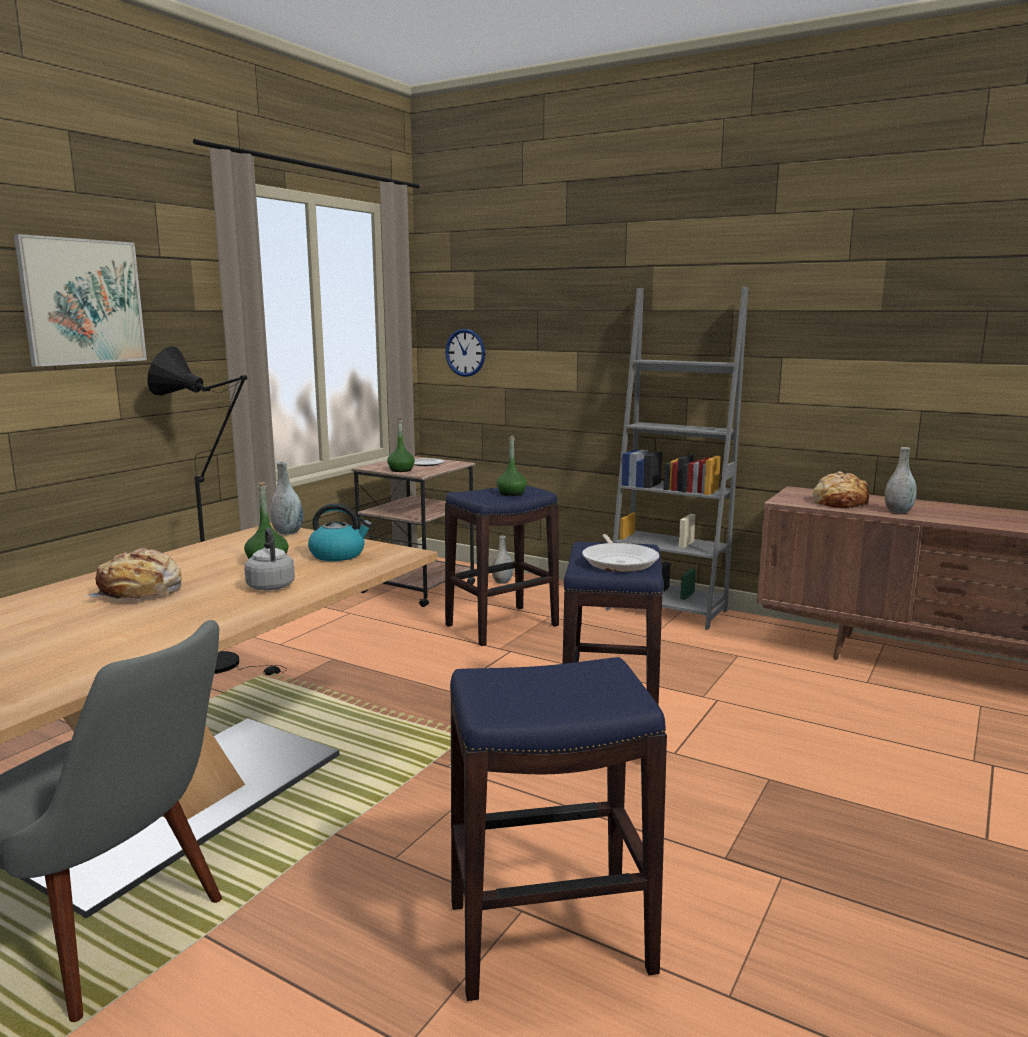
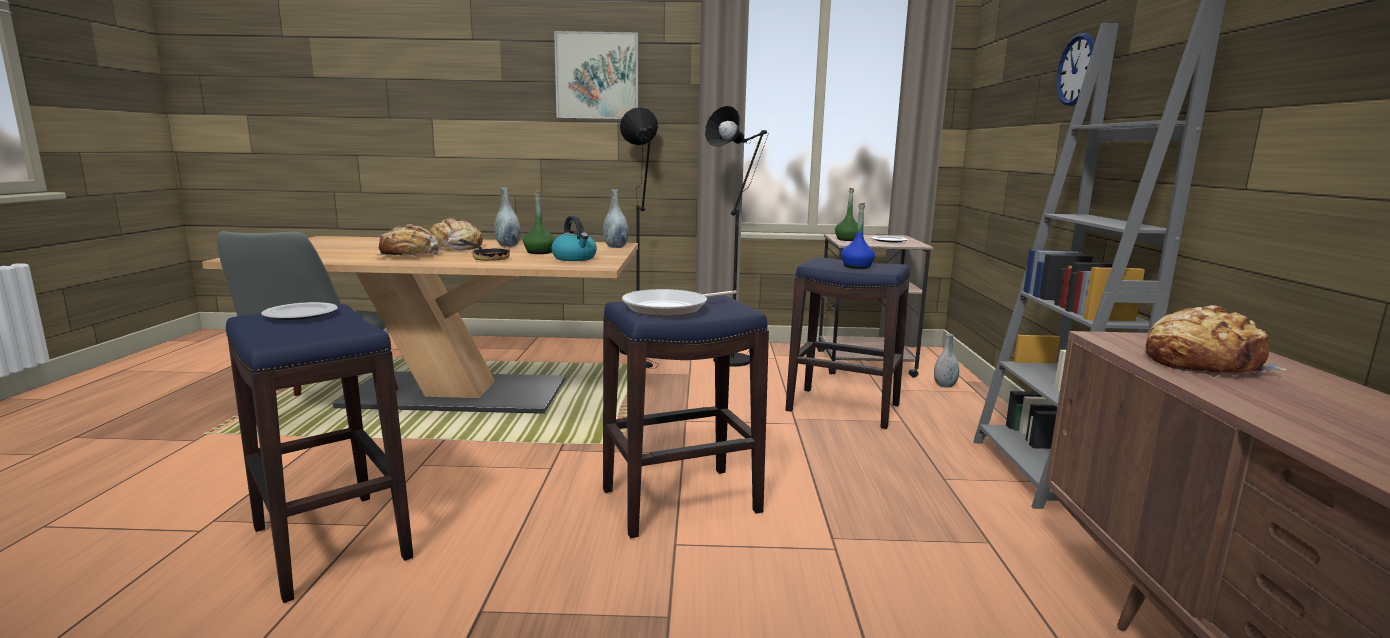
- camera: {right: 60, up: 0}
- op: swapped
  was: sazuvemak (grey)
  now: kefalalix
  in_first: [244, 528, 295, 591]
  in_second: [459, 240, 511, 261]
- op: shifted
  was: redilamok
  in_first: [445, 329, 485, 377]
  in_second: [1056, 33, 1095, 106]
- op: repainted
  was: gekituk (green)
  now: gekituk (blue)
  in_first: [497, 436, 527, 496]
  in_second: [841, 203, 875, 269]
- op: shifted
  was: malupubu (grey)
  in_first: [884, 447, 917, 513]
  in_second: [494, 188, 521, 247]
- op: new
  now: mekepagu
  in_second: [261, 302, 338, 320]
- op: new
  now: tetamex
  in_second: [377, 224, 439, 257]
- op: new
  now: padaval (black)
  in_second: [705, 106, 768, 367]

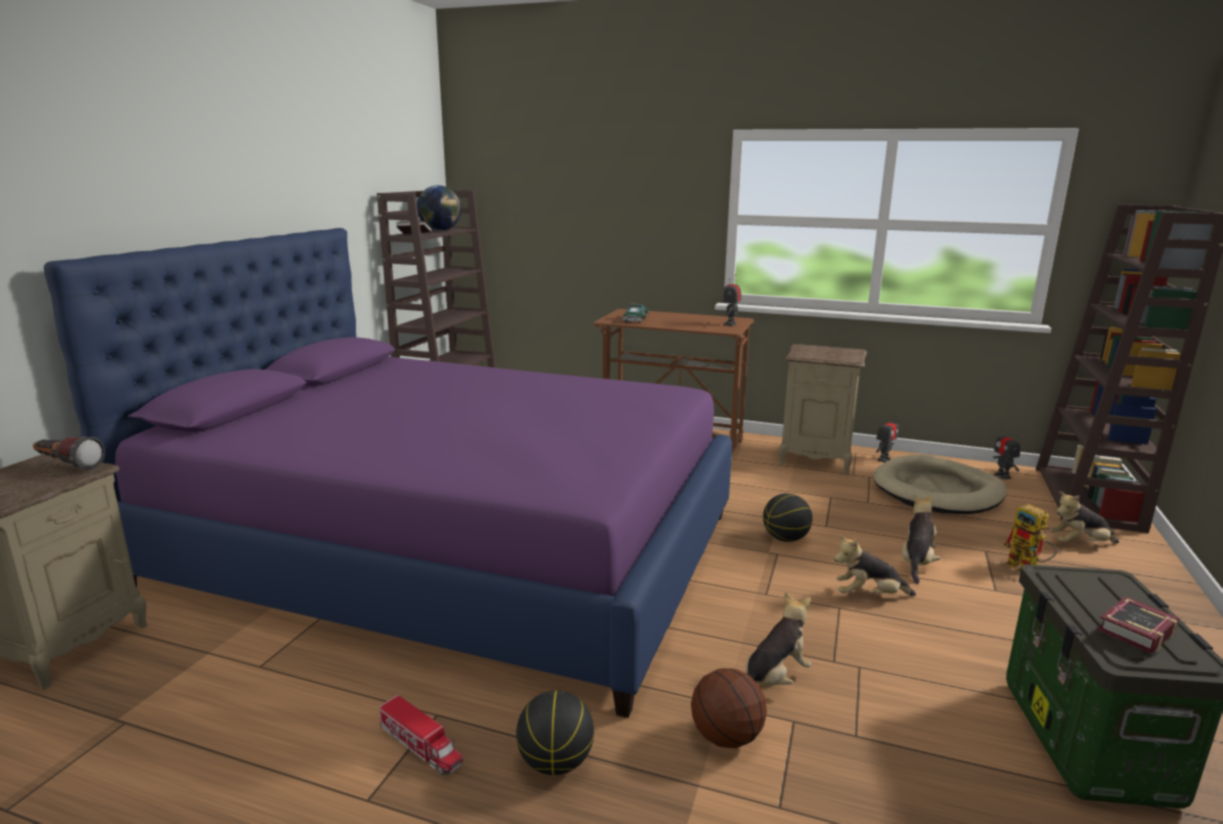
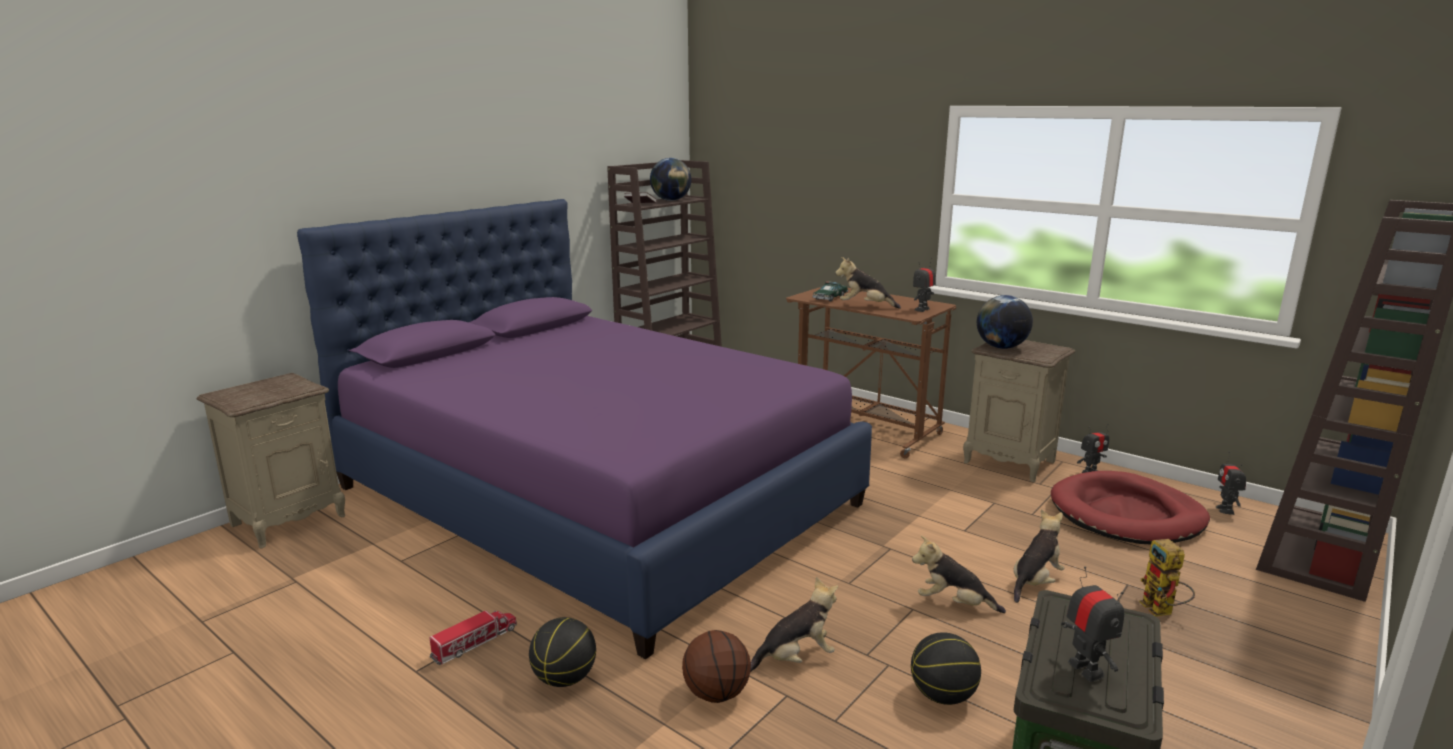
- camera: {right: 20, up: 0}
- op: gone
  was: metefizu
  in_first: [33, 437, 105, 470]
- op: rotated
  was: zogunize
  in_first: [379, 695, 463, 775]
  in_second: [429, 610, 517, 665]
  clockwise: -105
- op: shifted
  was: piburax
  in_first: [763, 493, 813, 542]
  in_second: [911, 632, 981, 705]
- op: repainted
  was: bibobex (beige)
  now: bibobex (red)
  in_first: [873, 455, 1007, 514]
  in_second: [1051, 471, 1210, 544]
- op: shifted
  was: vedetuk
  in_first: [1049, 491, 1119, 543]
  in_second: [835, 257, 901, 309]
- op: swapped
  was: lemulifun
  now: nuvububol
  in_first: [1098, 597, 1179, 654]
  in_second: [1061, 566, 1124, 682]
- op: new
  now: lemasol
  in_second: [977, 295, 1033, 349]

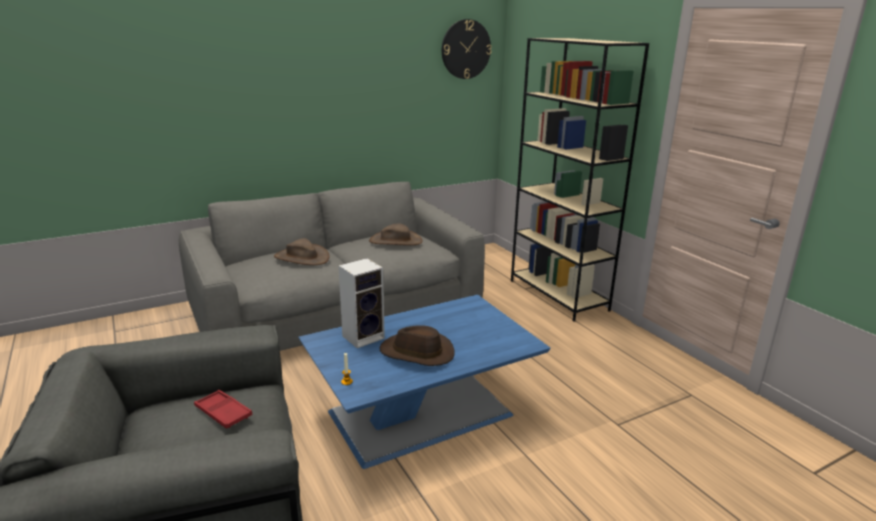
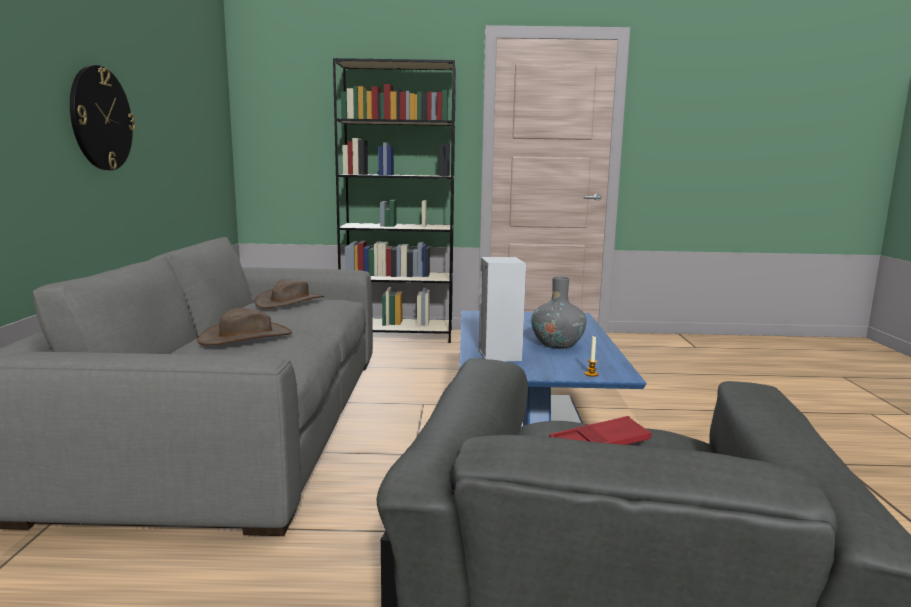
- camera: {right: -60, up: -10}
- op: swapped
  was: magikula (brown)
  now: malupubu (grey)
  in_first: [380, 325, 455, 366]
  in_second: [531, 276, 587, 349]
- op: shifted
  was: redilamok
  in_first: [442, 19, 492, 79]
  in_second: [70, 65, 135, 170]

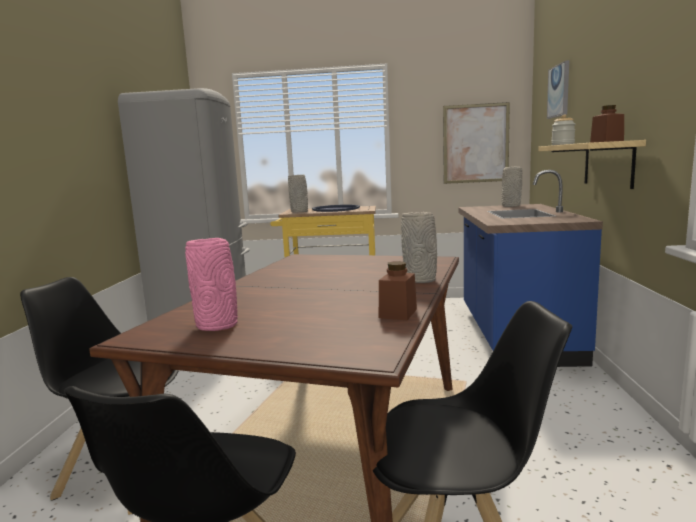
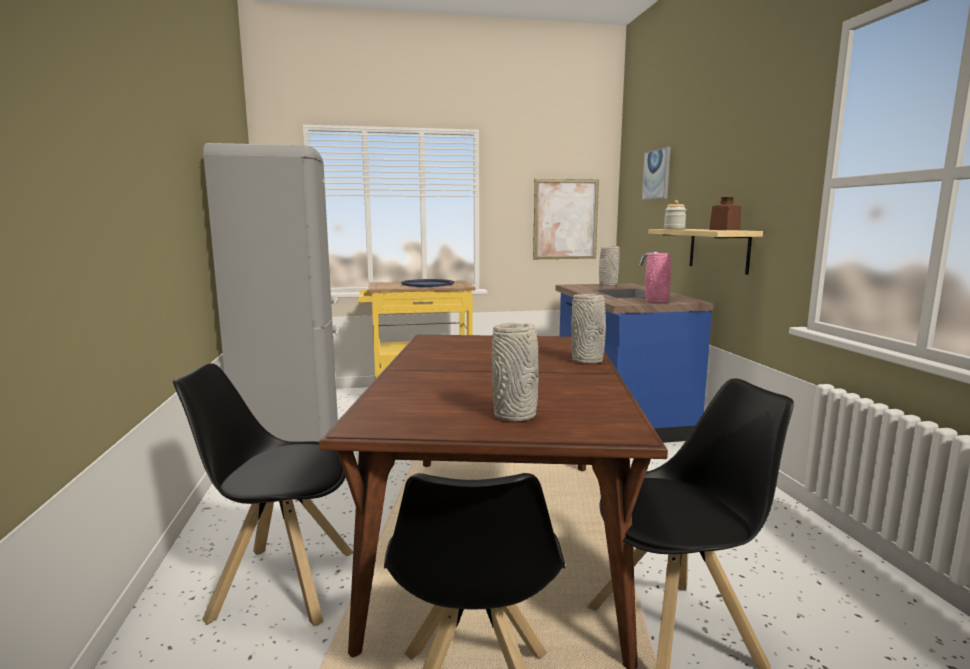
- camera: {right: -15, up: 0}
- op: shifted
  was: malupubu (pink)
  in_first: [185, 238, 238, 331]
  in_second: [645, 253, 671, 302]
- op: shifted
  was: malupubu (grey)
  in_first: [288, 175, 308, 212]
  in_second: [492, 323, 539, 421]
- op: gone
  was: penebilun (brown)
  in_first: [379, 261, 417, 320]

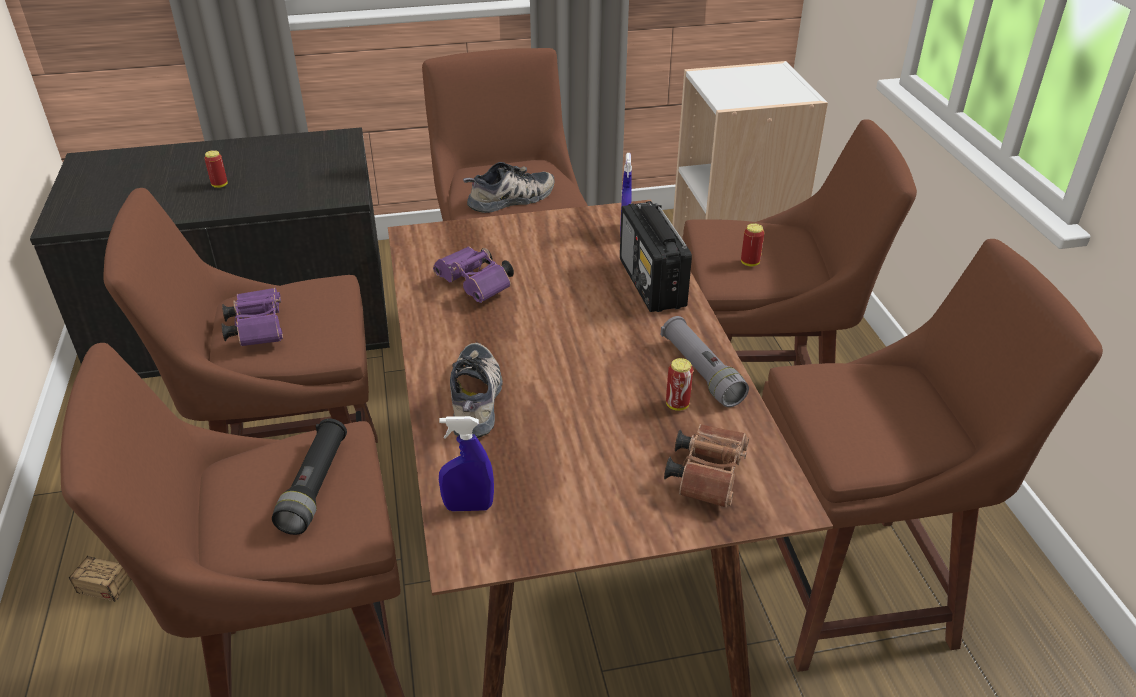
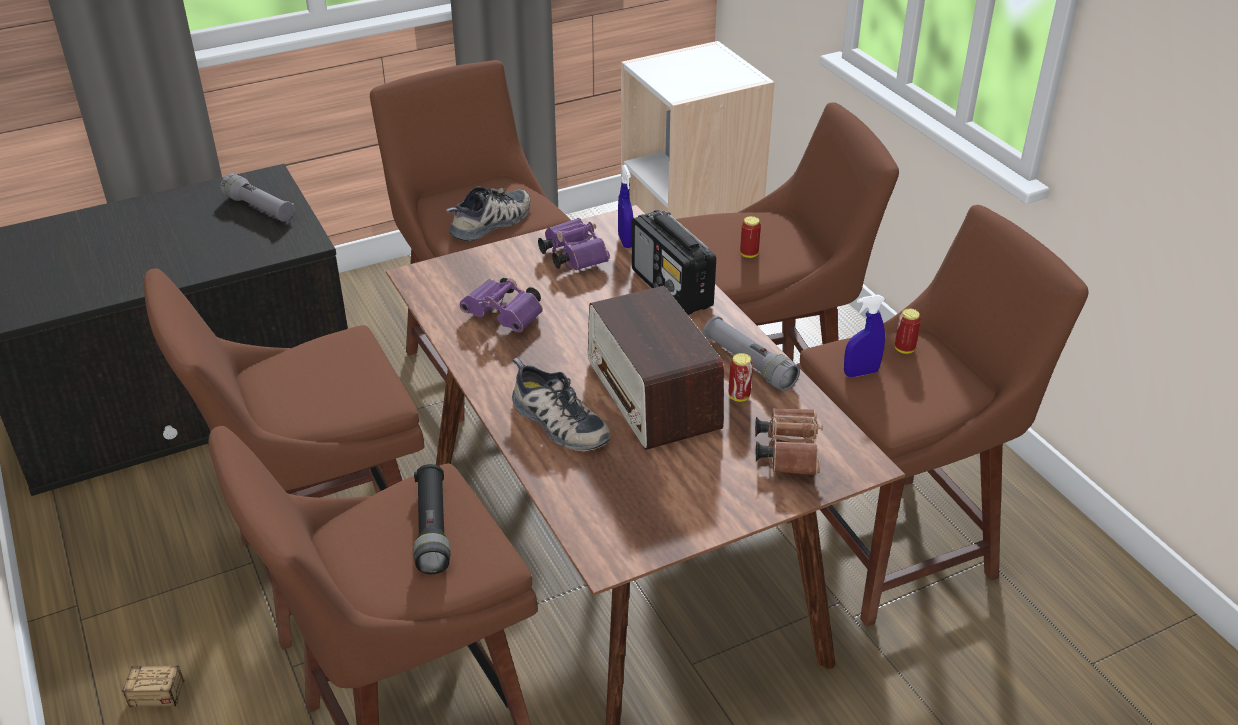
- camera: {right: -15, up: 0}
- op: shifted
  was: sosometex
  in_first: [204, 150, 228, 188]
  in_second: [895, 308, 921, 354]
- op: shifted
  was: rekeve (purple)
  in_first: [222, 288, 283, 346]
  in_second: [538, 218, 610, 270]
- op: shifted
  was: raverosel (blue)
  in_first: [439, 416, 494, 511]
  in_second: [844, 294, 885, 377]
- op: rotated
  was: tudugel
  in_first: [450, 343, 503, 438]
  in_second: [512, 357, 610, 451]
  clockwise: 150
- op: new
  now: metefizu (grey)
  in_second: [220, 174, 295, 222]
- op: new
  now: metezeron
  in_second: [588, 286, 724, 450]

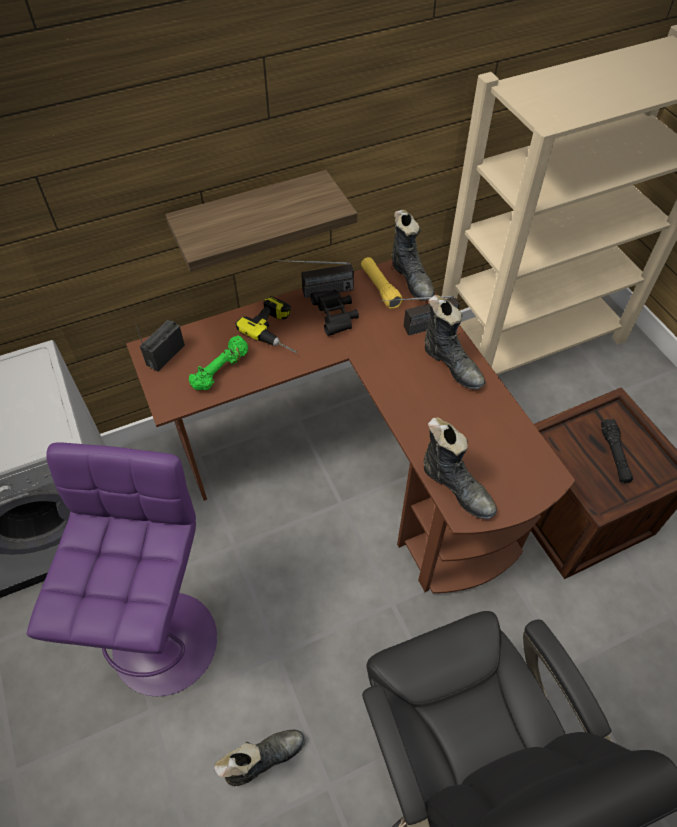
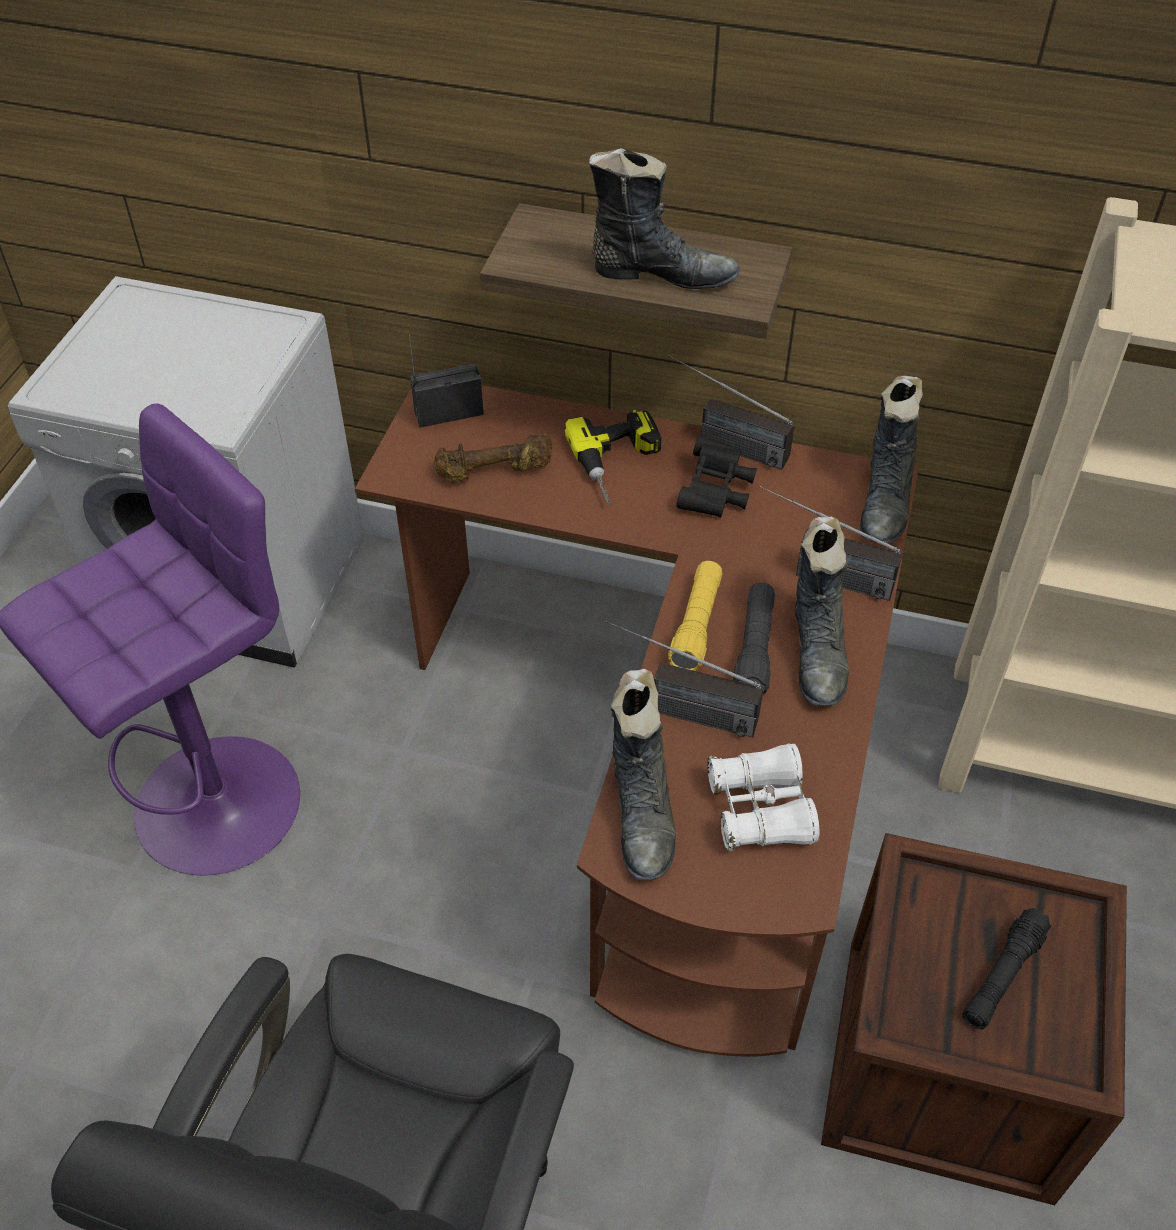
- camera: {right: 40, up: -5}
- op: repainted
  was: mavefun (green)
  now: mavefun (brown)
  in_first: [189, 335, 248, 390]
  in_second: [433, 433, 553, 483]
- op: shifted
  was: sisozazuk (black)
  in_first: [214, 730, 305, 786]
  in_second: [589, 148, 740, 289]
- op: shifted
  was: metefizu (yellow)
  in_first: [361, 257, 403, 309]
  in_second: [668, 561, 722, 671]
- op: new
  now: metezeron
  in_second: [605, 620, 764, 737]
- op: new
  now: rekeve (white)
  in_second: [707, 743, 819, 851]
- op: new
  now: metefizu (black)
  in_second: [733, 583, 775, 694]

